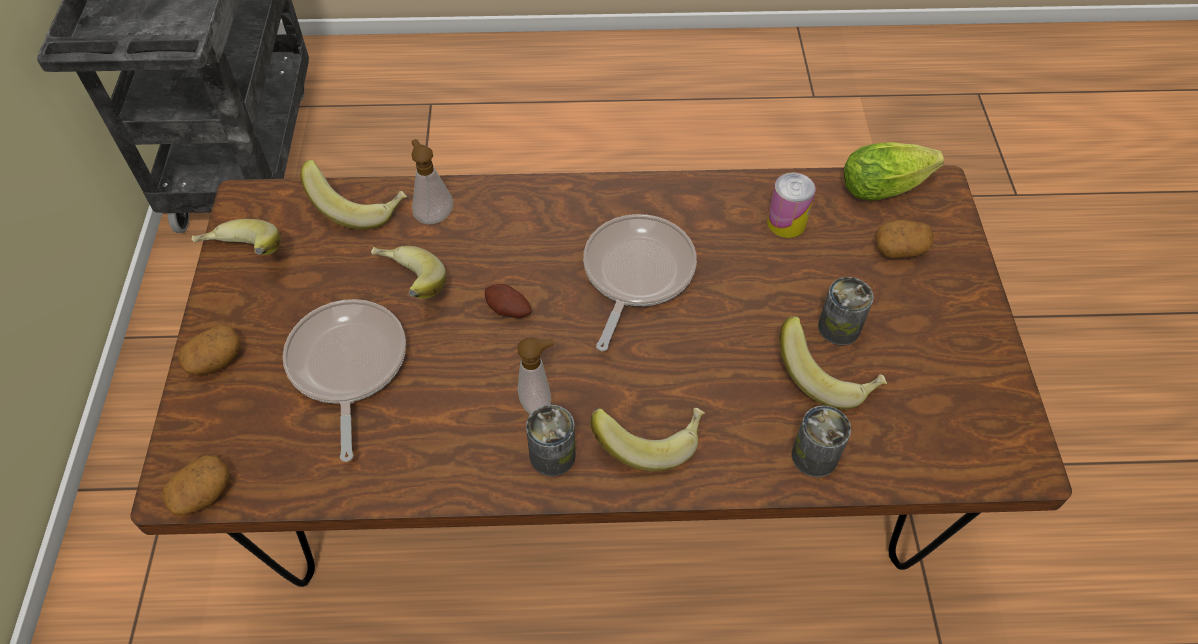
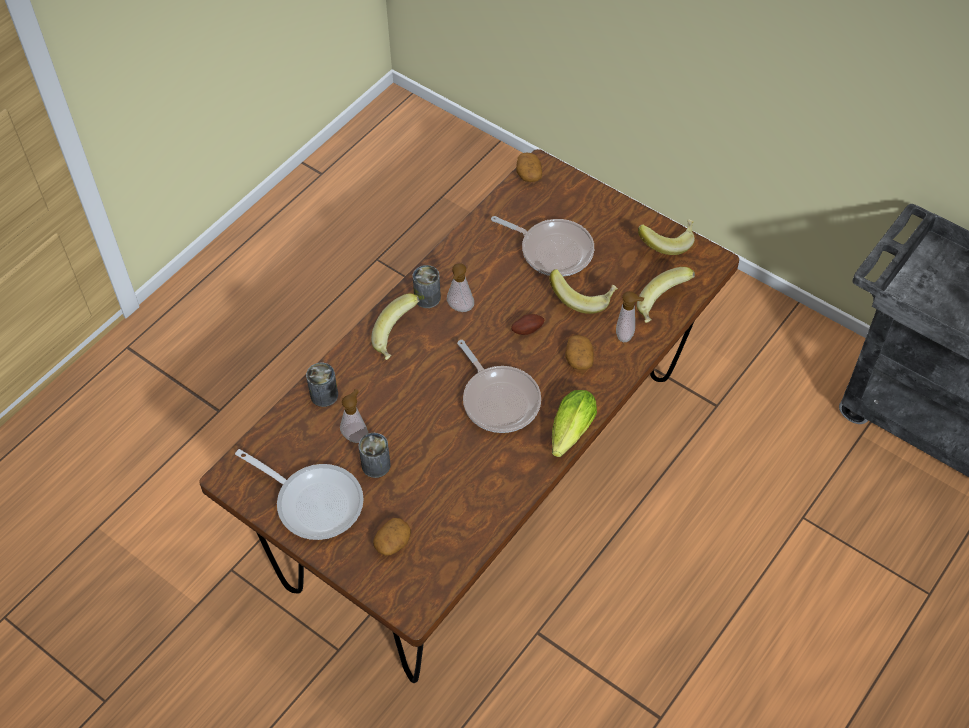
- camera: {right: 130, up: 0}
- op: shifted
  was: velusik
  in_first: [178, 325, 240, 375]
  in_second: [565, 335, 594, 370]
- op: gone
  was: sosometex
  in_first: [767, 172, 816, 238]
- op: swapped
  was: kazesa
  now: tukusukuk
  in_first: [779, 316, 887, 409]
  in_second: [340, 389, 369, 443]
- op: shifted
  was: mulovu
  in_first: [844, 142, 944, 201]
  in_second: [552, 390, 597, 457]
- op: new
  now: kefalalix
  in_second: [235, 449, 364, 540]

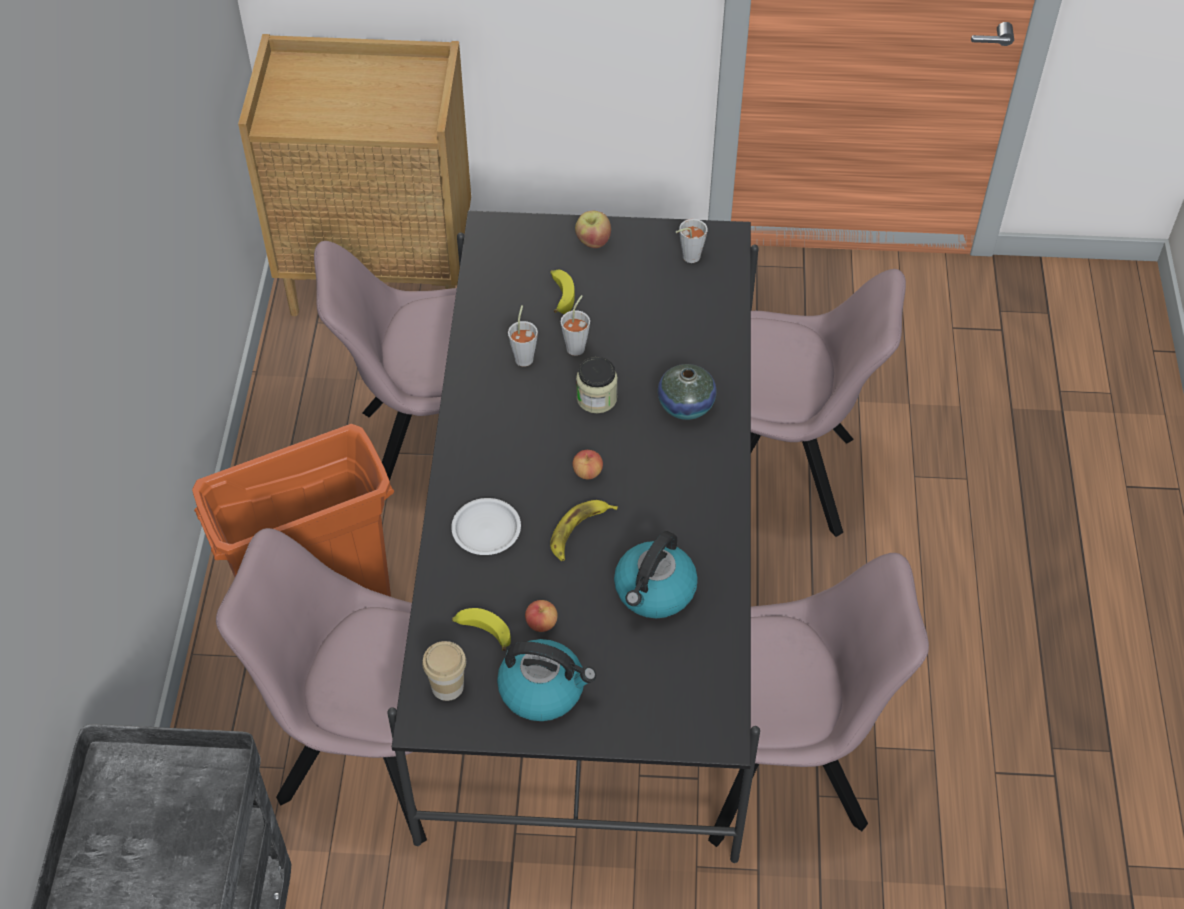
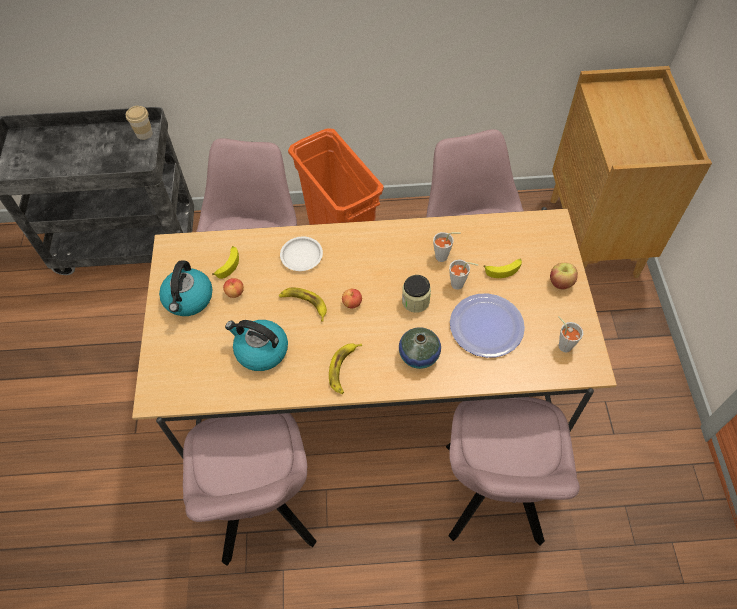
- camera: {right: 85, up: 5}
- op: repainted
  was: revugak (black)
  now: revugak (beige)
  in_first: [387, 211, 760, 863]
  in_second: [132, 207, 617, 458]
- op: shifted
  was: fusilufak
  in_first: [422, 641, 466, 701]
  in_second: [126, 106, 153, 140]
- op: new
  now: kazesa
  in_second: [329, 344, 362, 394]
- op: new
  now: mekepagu
  in_second: [450, 293, 525, 358]

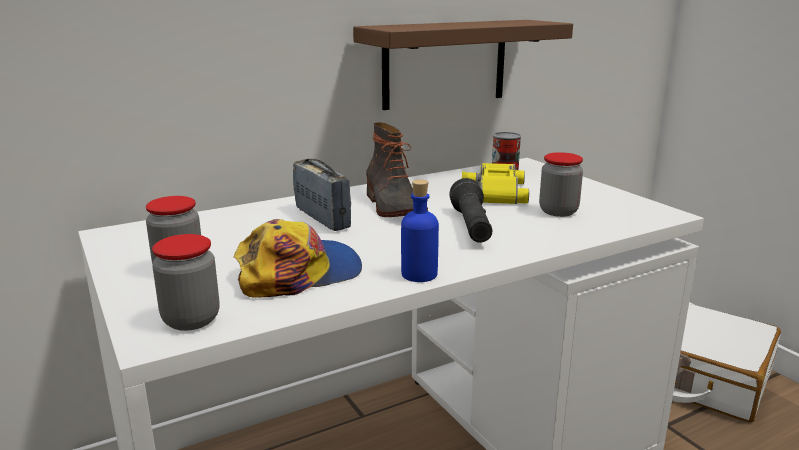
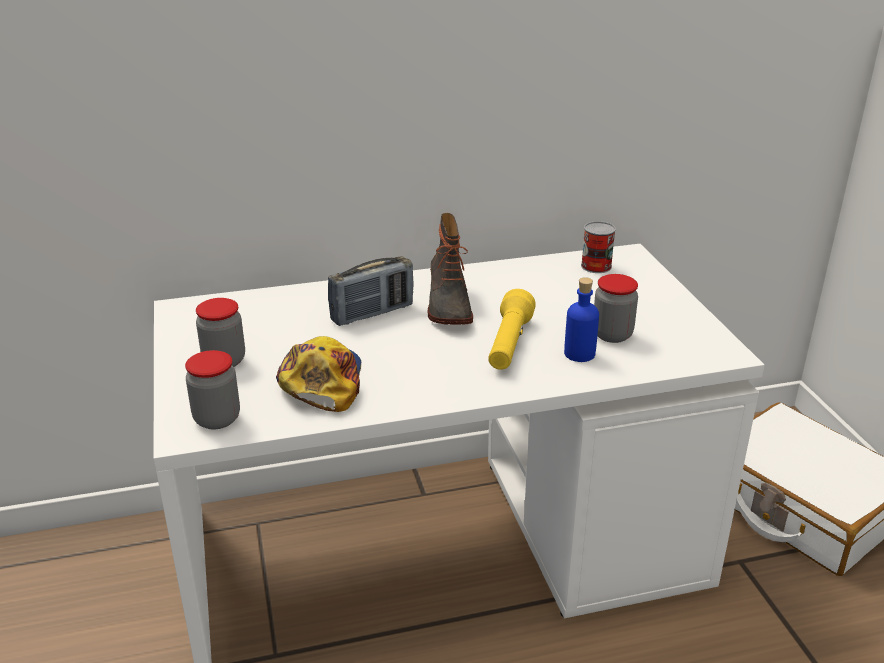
- camera: {right: 15, up: 10}
- op: rotated
  was: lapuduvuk
  in_first: [233, 219, 362, 298]
  in_second: [276, 336, 361, 412]
  clockwise: -75
- op: rotated
  was: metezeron
  in_first: [293, 159, 351, 231]
  in_second: [328, 256, 413, 326]
  clockwise: 75
- op: gone
  was: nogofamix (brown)
  in_first: [353, 20, 573, 110]
- op: shifted
  was: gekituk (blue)
  in_first: [401, 179, 439, 282]
  in_second: [564, 277, 599, 362]
- op: repainted
  was: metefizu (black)
  now: metefizu (yellow)
  in_first: [449, 178, 492, 243]
  in_second: [488, 289, 536, 370]
- op: gone
  was: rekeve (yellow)
  in_first: [462, 163, 529, 204]

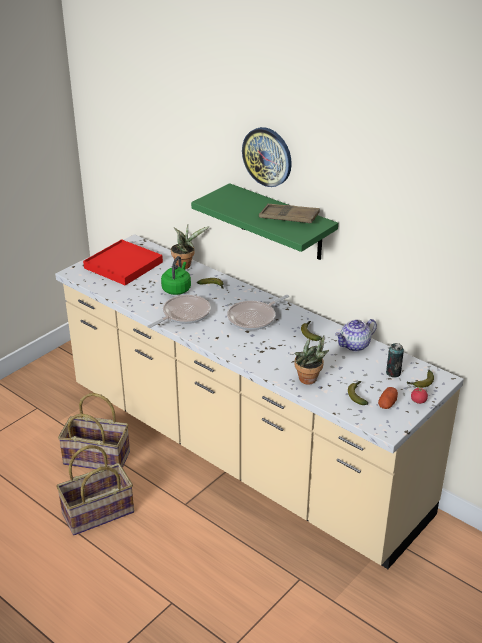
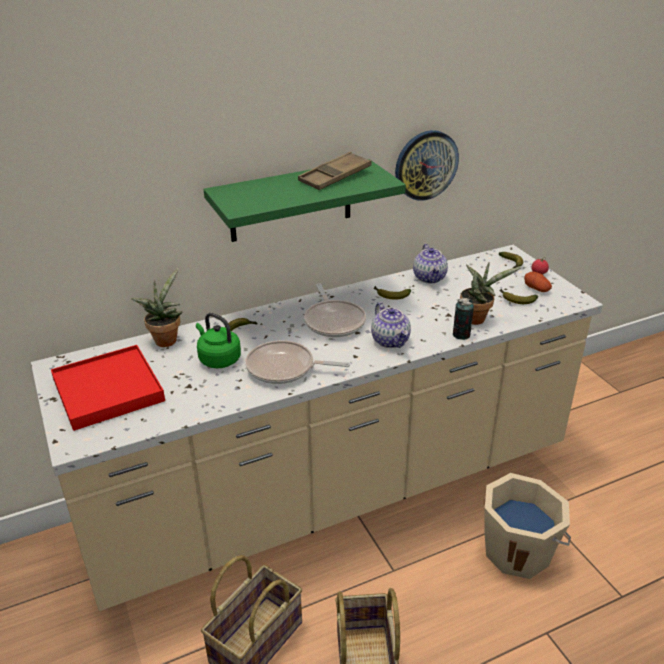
- camera: {right: -65, up: 0}
- op: rotated
  was: kefalalix
  in_first: [147, 295, 211, 328]
  in_second: [245, 340, 350, 384]
  clockwise: -60
- op: shifted
  was: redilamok
  in_first: [242, 127, 292, 187]
  in_second: [395, 130, 459, 201]
- op: shifted
  was: sosometex
  in_first: [386, 343, 404, 377]
  in_second: [453, 298, 474, 340]
- op: new
  now: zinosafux
  in_second: [371, 302, 411, 348]
- op: new
  now: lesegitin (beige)
  in_second: [484, 473, 571, 579]

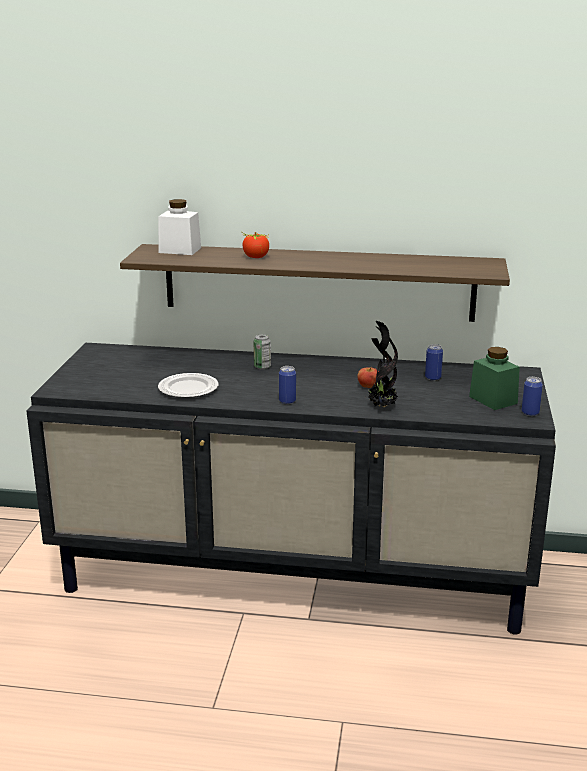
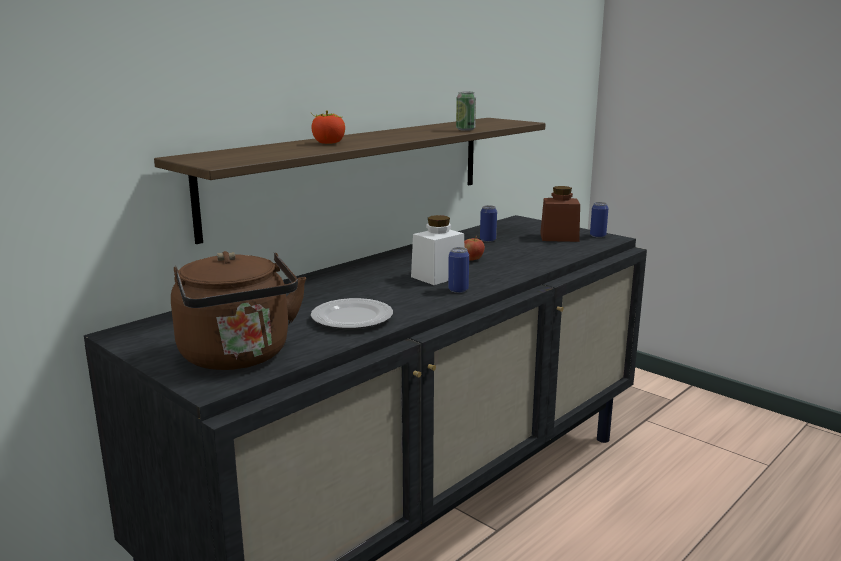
- camera: {right: -55, up: -5}
- op: shifted
  was: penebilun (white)
  in_first: [158, 199, 201, 255]
  in_second: [411, 215, 465, 285]
- op: shifted
  was: sosometex
  in_first: [254, 334, 271, 369]
  in_second: [456, 92, 476, 131]
- op: gone
  was: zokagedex
  in_first: [365, 321, 398, 407]
- op: repainted
  was: penebilun (green)
  now: penebilun (brown)
  in_first: [469, 347, 520, 410]
  in_second: [540, 186, 580, 242]
- op: new
  now: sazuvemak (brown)
  in_second: [171, 251, 306, 370]

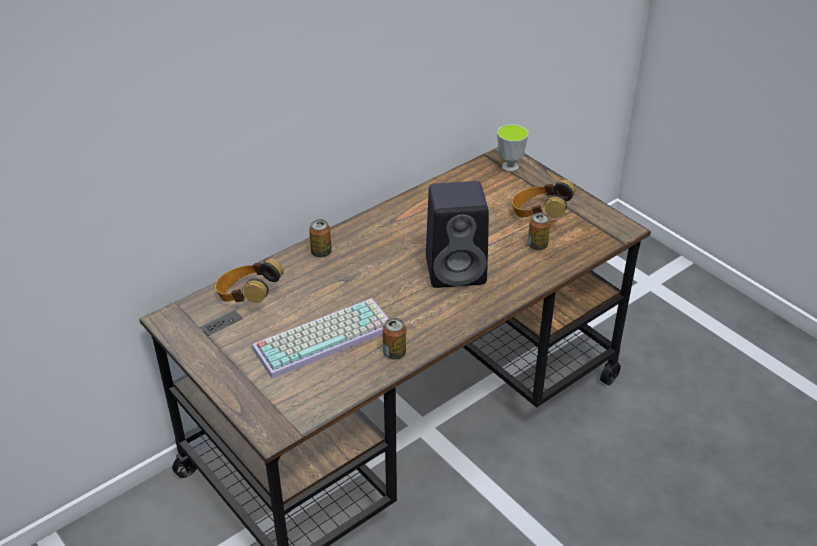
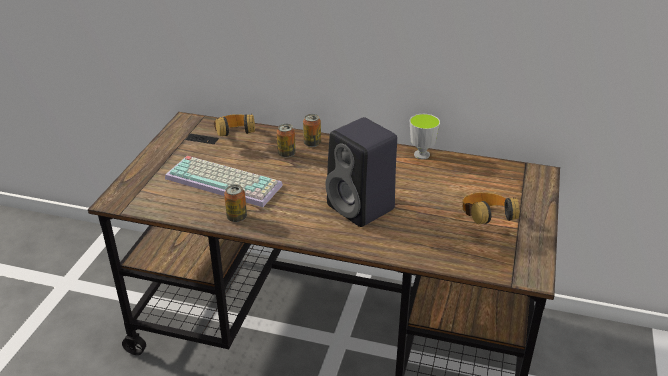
- camera: {right: 55, up: -5}
- op: shifted
  was: fusilufak
  in_first: [497, 124, 529, 172]
  in_second: [410, 114, 440, 159]
- op: shifted
  was: sosometex
  in_first: [527, 212, 551, 250]
  in_second: [277, 124, 296, 158]

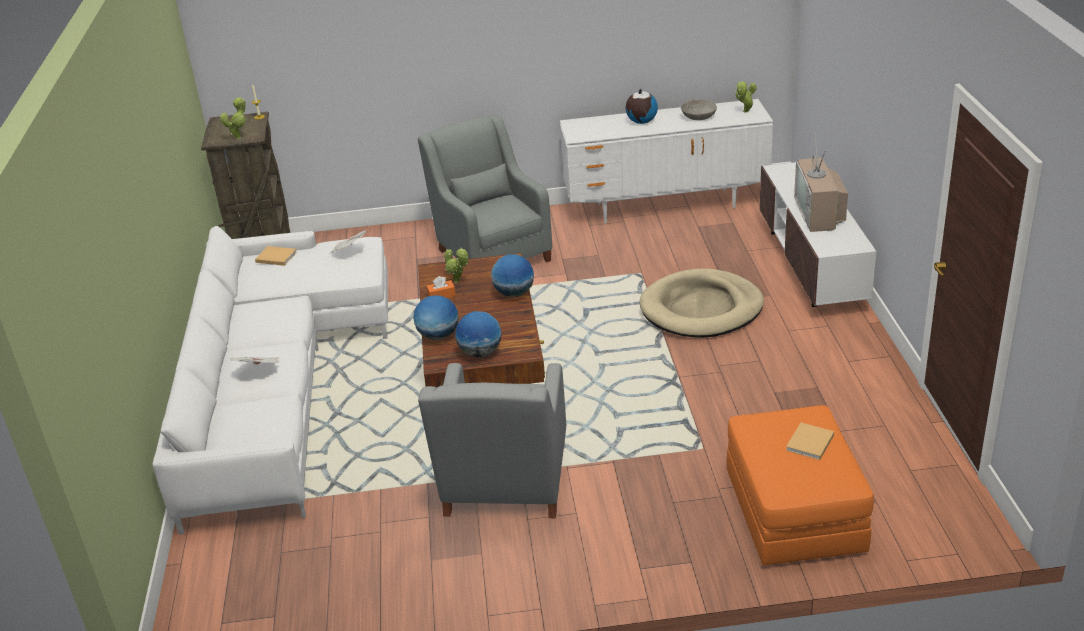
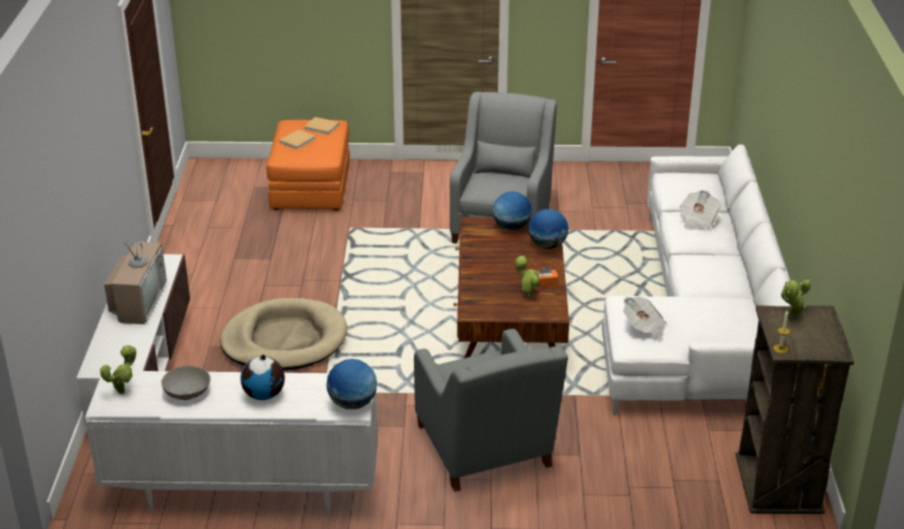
- camera: {right: -175, up: 0}
- op: shifted
  was: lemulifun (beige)
  in_first: [255, 246, 297, 266]
  in_second: [304, 117, 340, 135]
- op: shifted
  was: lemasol
  in_first: [491, 254, 534, 297]
  in_second: [326, 359, 377, 409]

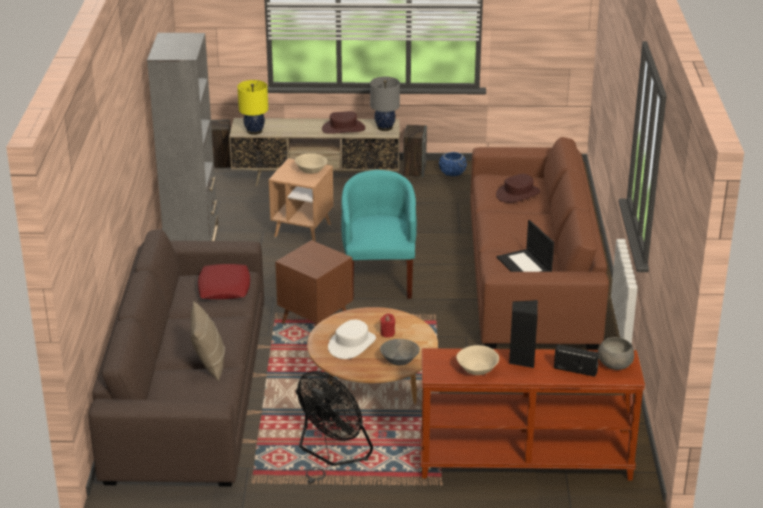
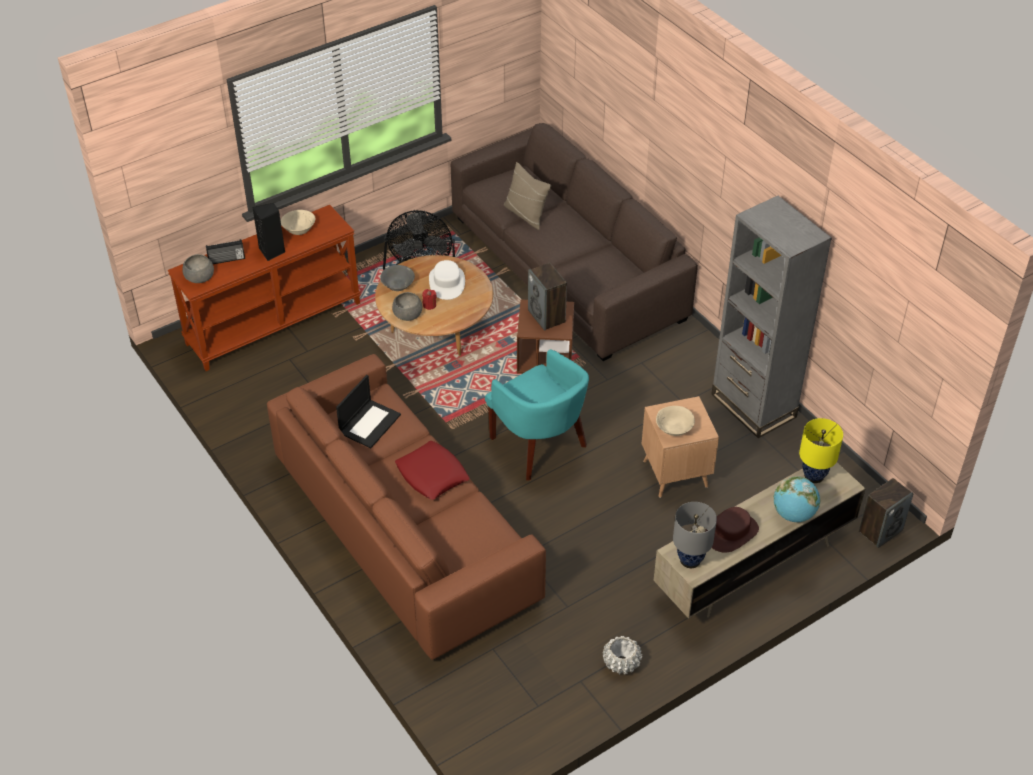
- camera: {right: 145, up: 15}
- op: shifted
  was: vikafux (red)
  in_first: [198, 264, 250, 299]
  in_second: [395, 441, 470, 500]
- op: shifted
  was: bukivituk
  in_first: [403, 125, 427, 178]
  in_second: [528, 263, 567, 331]
- op: repainted
  was: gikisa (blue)
  now: gikisa (white)
  in_first: [439, 152, 467, 176]
  in_second: [603, 636, 642, 674]
- op: gone
  was: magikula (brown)
  in_first: [496, 174, 541, 203]
- op: rotated
  was: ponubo
  in_first: [497, 220, 554, 272]
  in_second: [336, 375, 401, 448]
  clockwise: 90
- op: new
  now: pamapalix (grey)
  in_second: [392, 292, 422, 321]
- op: new
  now: lemasol
  in_second: [773, 476, 820, 522]

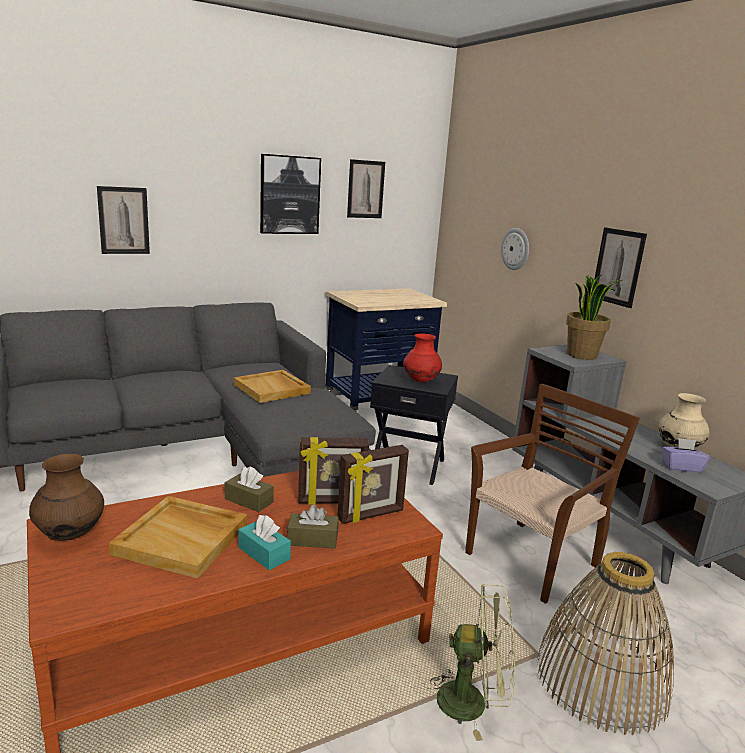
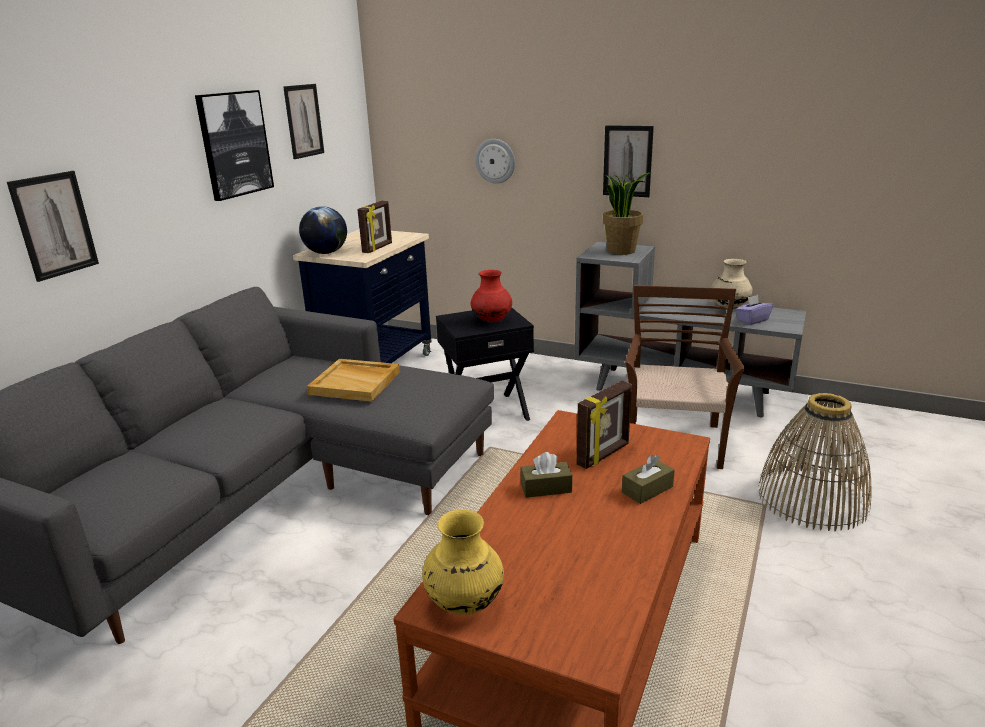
- camera: {right: -35, up: 5}
- op: repainted
  was: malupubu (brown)
  now: malupubu (yellow)
  in_first: [29, 454, 104, 541]
  in_second: [422, 509, 504, 615]
- op: gone
  was: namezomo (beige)
  in_first: [109, 496, 247, 579]
- op: gone
  was: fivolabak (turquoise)
  in_first: [238, 515, 291, 570]
- op: shifted
  was: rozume
  in_first: [337, 445, 409, 524]
  in_second: [357, 201, 392, 253]
- op: gone
  was: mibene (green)
  in_first: [424, 584, 515, 741]
- op: new
  now: lemasol
  in_second: [299, 206, 347, 254]

